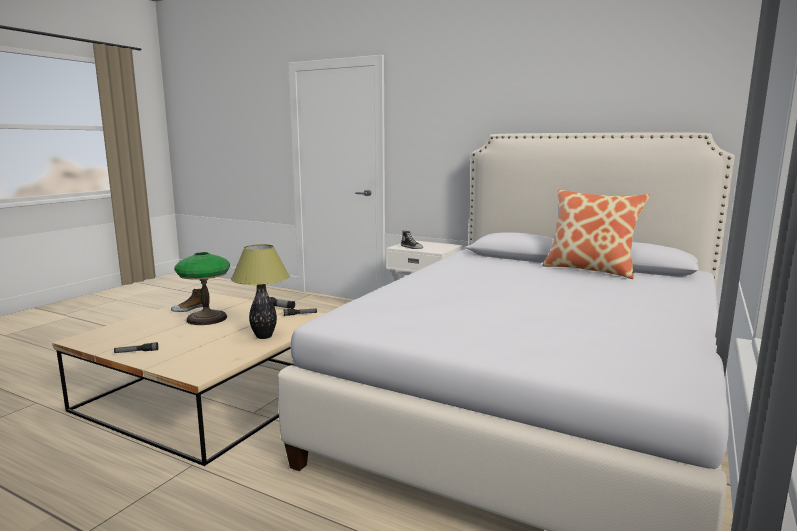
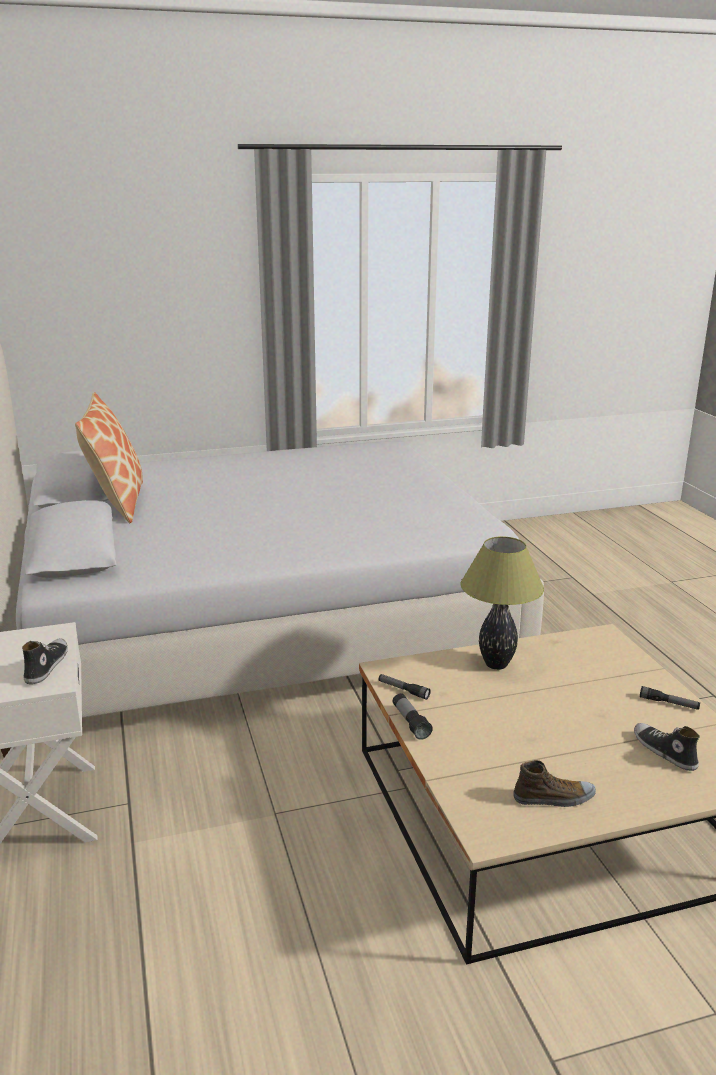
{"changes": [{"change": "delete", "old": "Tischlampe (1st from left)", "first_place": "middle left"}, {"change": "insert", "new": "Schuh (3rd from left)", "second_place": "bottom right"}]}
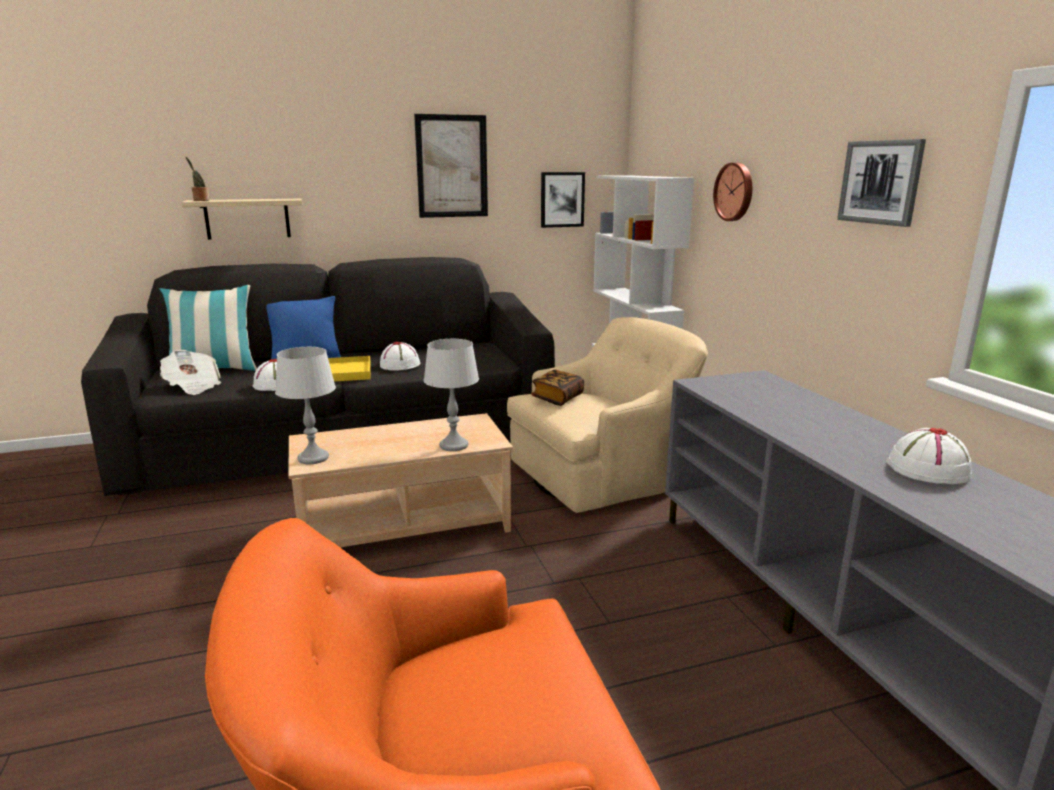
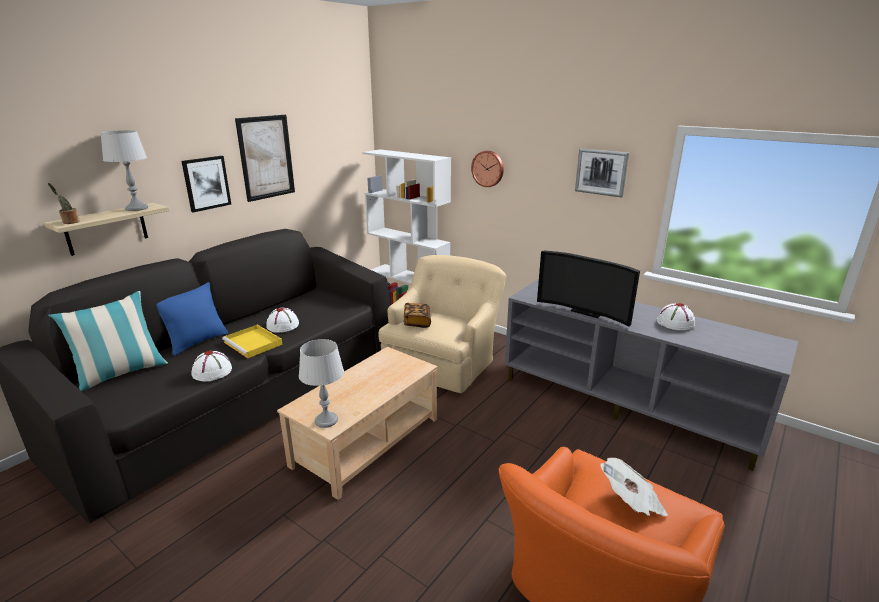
{"changes": [{"change": "move", "old": "Zeitung", "first_place": "middle left", "second_place": "bottom right"}, {"change": "move", "old": "Tischlampe/grau (2nd from left in the first image)", "new": "Tischlampe/grau (1st from left)", "first_place": "centre", "second_place": "top left"}, {"change": "move", "old": "Bild (2nd from left in the first image)", "new": "Bild (1st from left)", "first_place": "top centre", "second_place": "top left"}, {"change": "insert", "new": "Fernseher", "second_place": "middle right"}]}
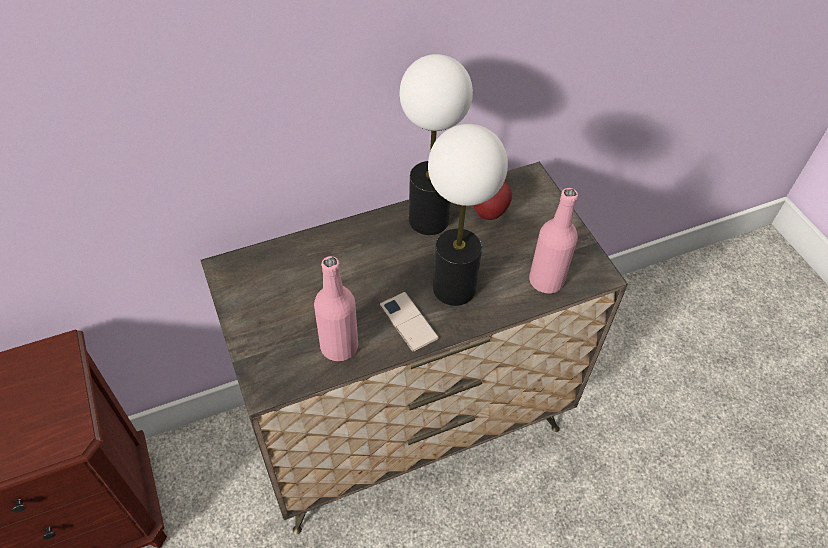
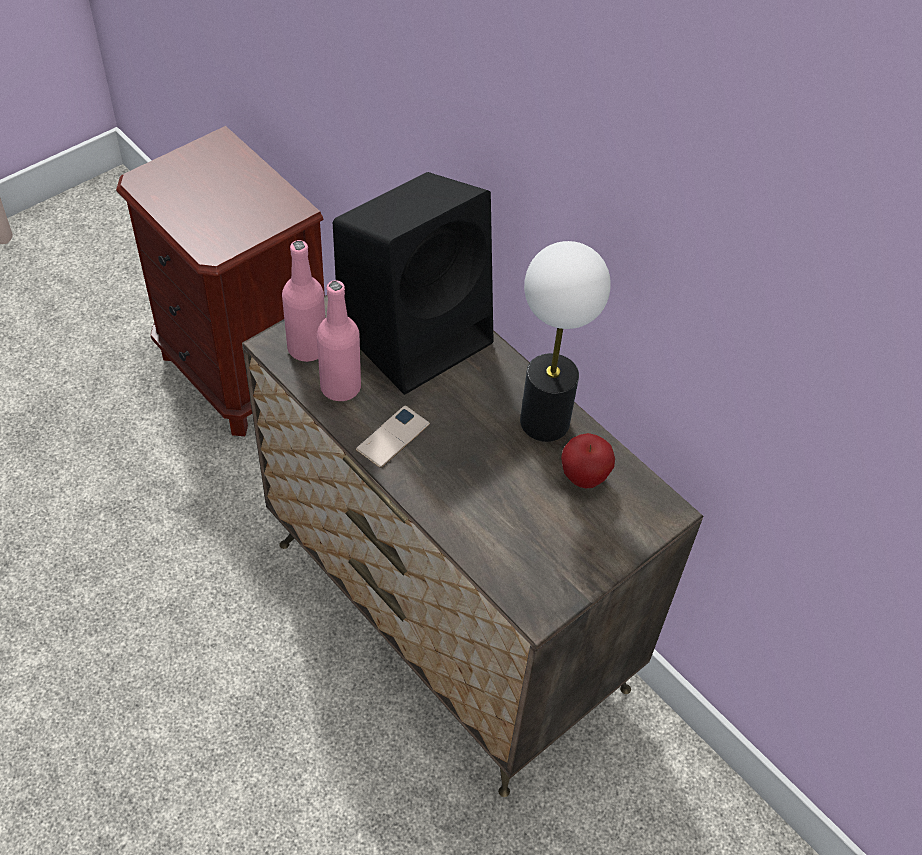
{"changes": [{"change": "delete", "old": "Tischlampe (2nd from left)", "first_place": "centre"}, {"change": "move", "old": "Flasche/rosa (2nd from left in the first image)", "new": "Flasche/rosa (1st from left)", "first_place": "middle right", "second_place": "middle left"}, {"change": "insert", "new": "Lautsprecher/schwarz", "second_place": "top centre"}]}
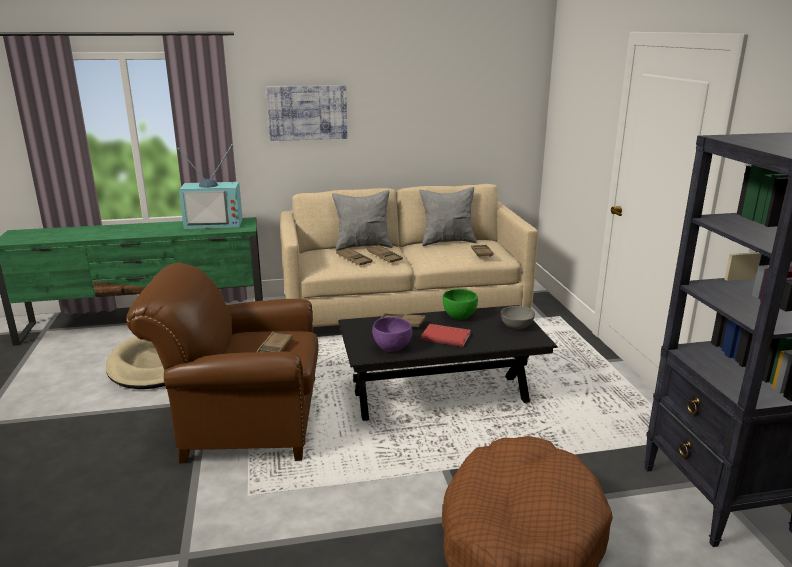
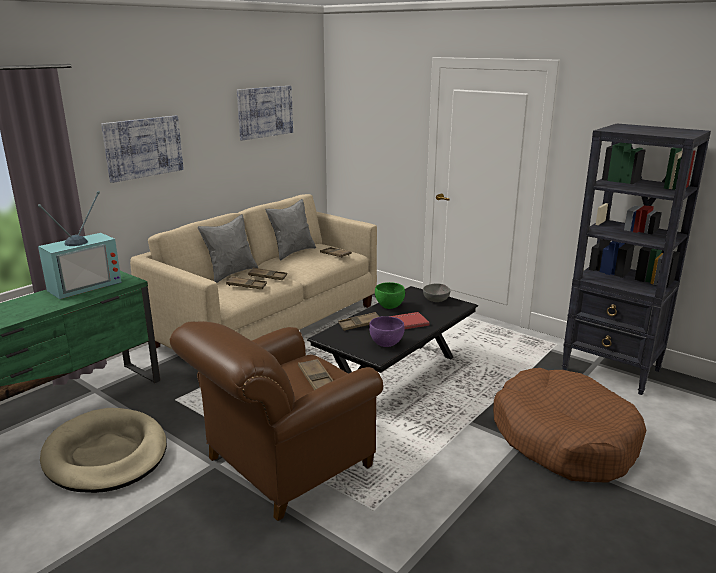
{"changes": [{"change": "insert", "new": "Bild (2nd from left)", "second_place": "top centre"}]}
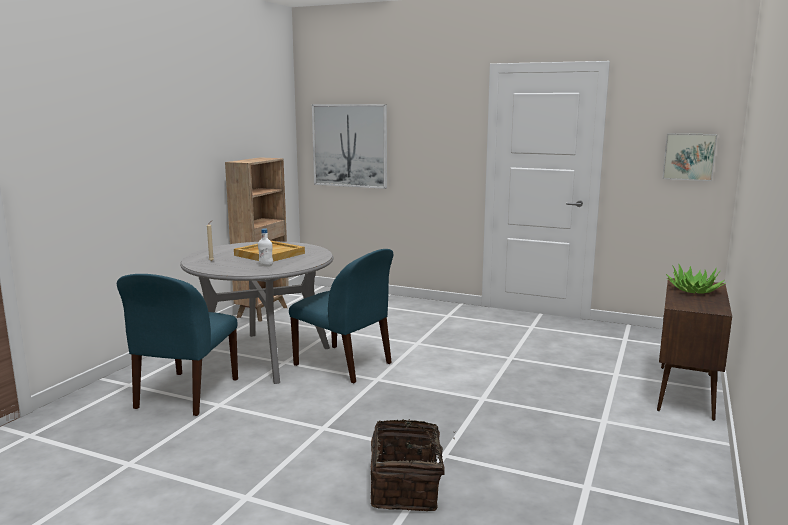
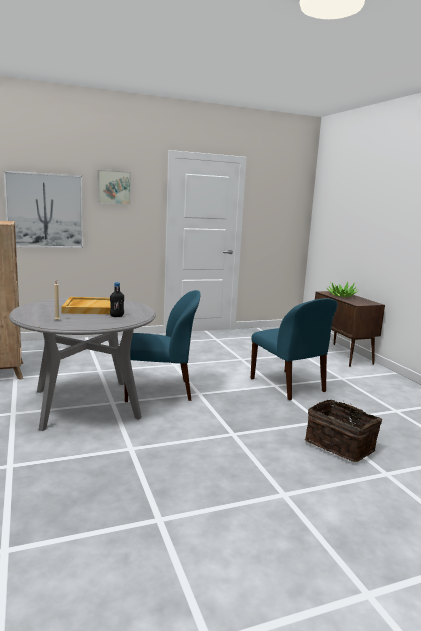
{"changes": [{"change": "move", "old": "Stuhl/blau (1st from left in the first image)", "new": "Stuhl/blau (2nd from left)", "first_place": "middle left", "second_place": "middle right"}, {"change": "recolor", "old": "Flasche/weiß", "new": "Flasche/schwarz", "first_place": "centre", "second_place": "middle left"}, {"change": "move", "old": "Bild (2nd from left)", "first_place": "top right", "second_place": "top left"}]}
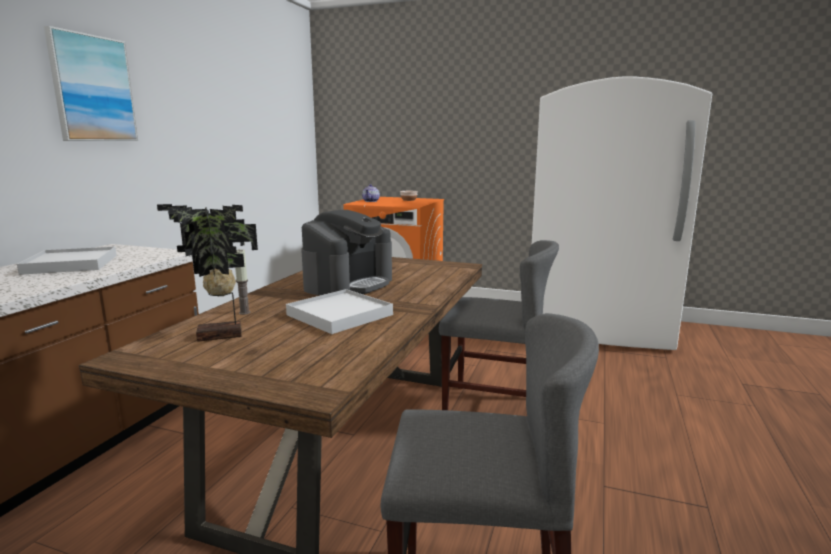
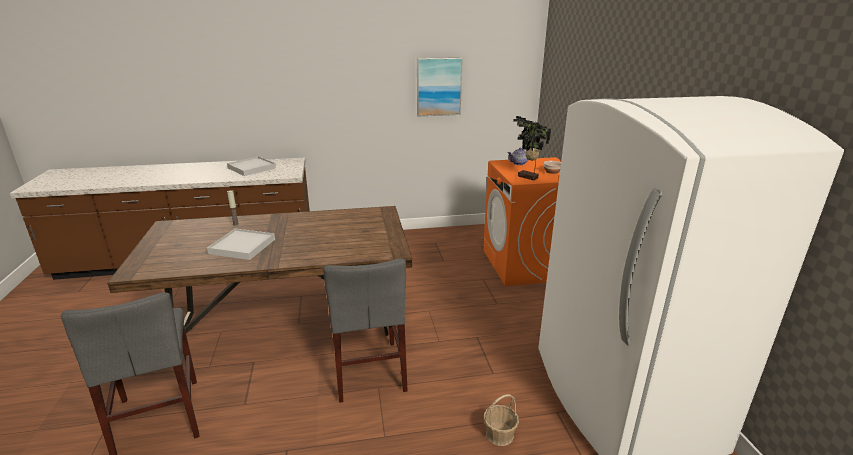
{"changes": [{"change": "move", "old": "Bild", "first_place": "top left", "second_place": "top centre"}, {"change": "move", "old": "Topfpflanze", "first_place": "middle left", "second_place": "top centre"}, {"change": "delete", "old": "Kaffeemaschine", "first_place": "centre"}, {"change": "insert", "new": "Korb", "second_place": "bottom centre"}]}
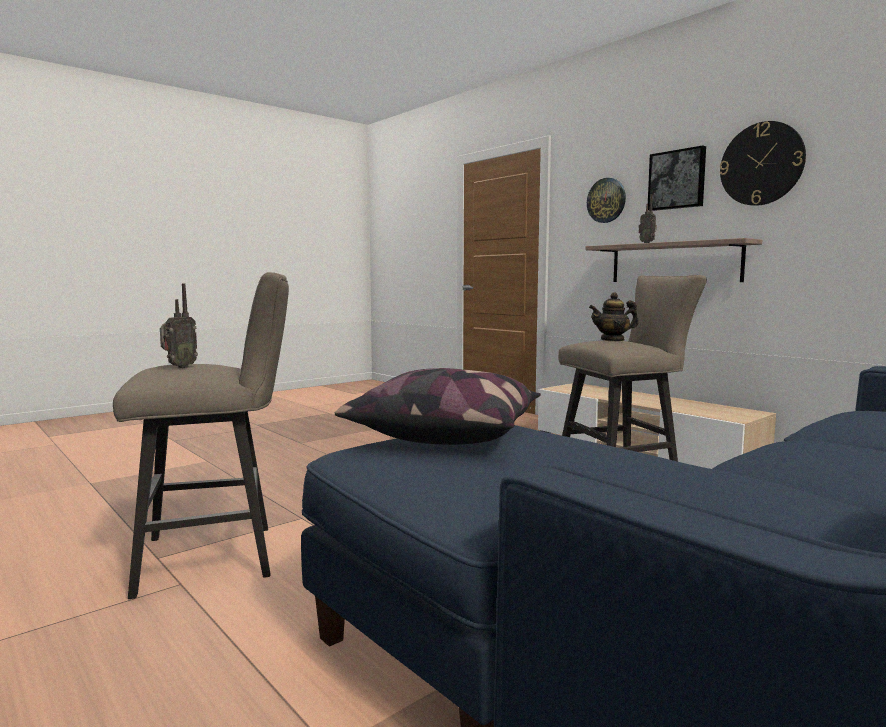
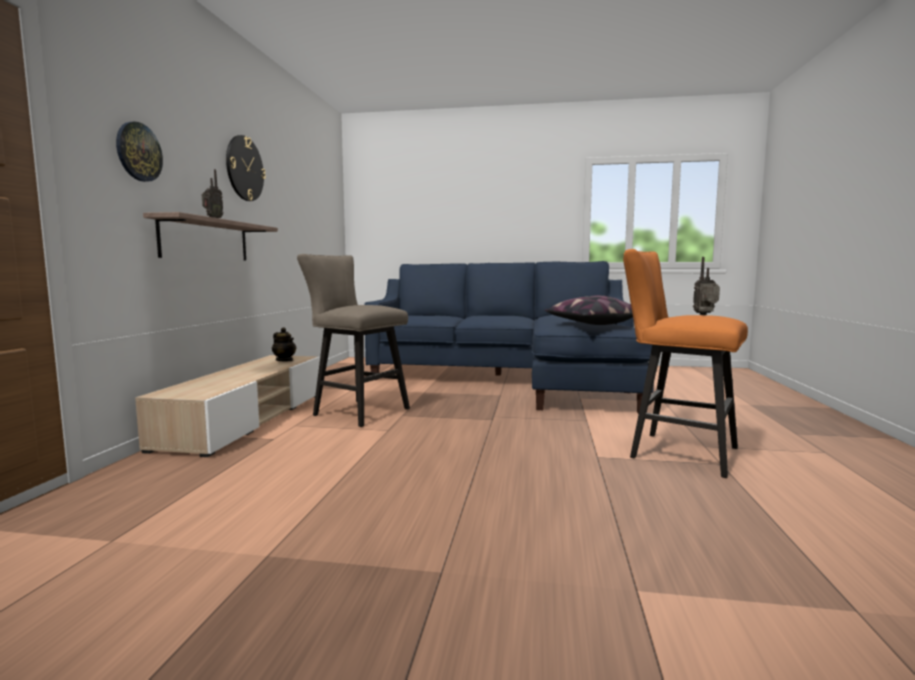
{"changes": [{"change": "recolor", "old": "Hocker/beige (1st from left)", "new": "Hocker/orange", "first_place": "middle left", "second_place": "middle right"}, {"change": "move", "old": "Teekanne", "first_place": "middle right", "second_place": "middle left"}, {"change": "delete", "old": "Bild", "first_place": "top right"}]}
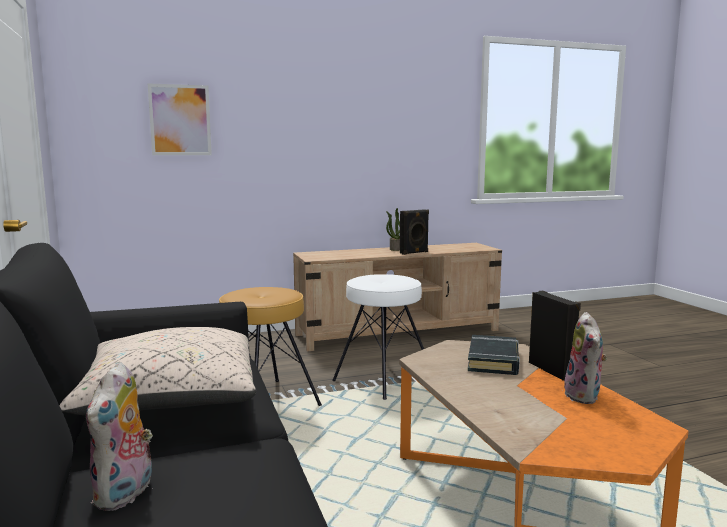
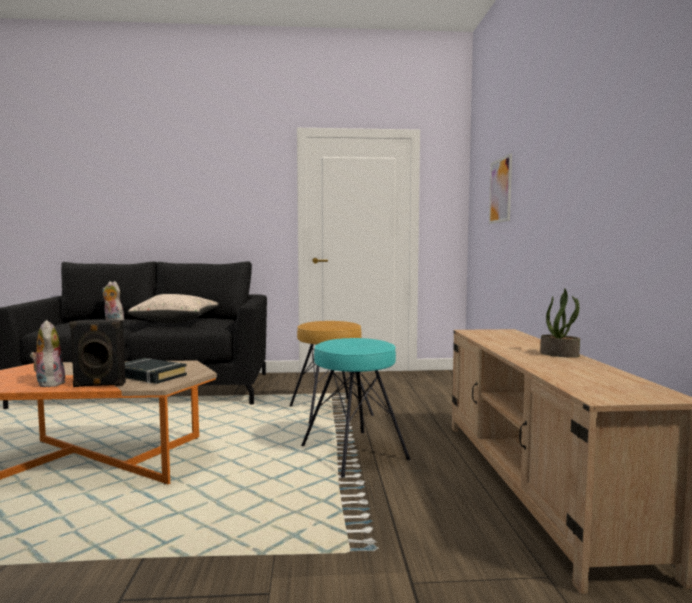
{"changes": [{"change": "recolor", "old": "Hocker/weiß", "new": "Hocker/türkis", "first_place": "centre", "second_place": "bottom centre"}, {"change": "delete", "old": "Lautsprecher/schwarz (1st from left)", "first_place": "centre"}, {"change": "rotate", "old": "Plüschtier (2nd from left in the first image)", "first_place": "bottom right", "second_place": "middle left", "degrees": 45}]}
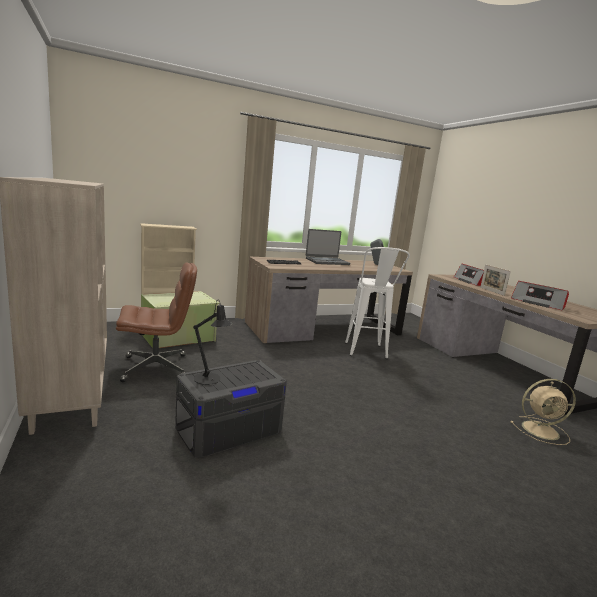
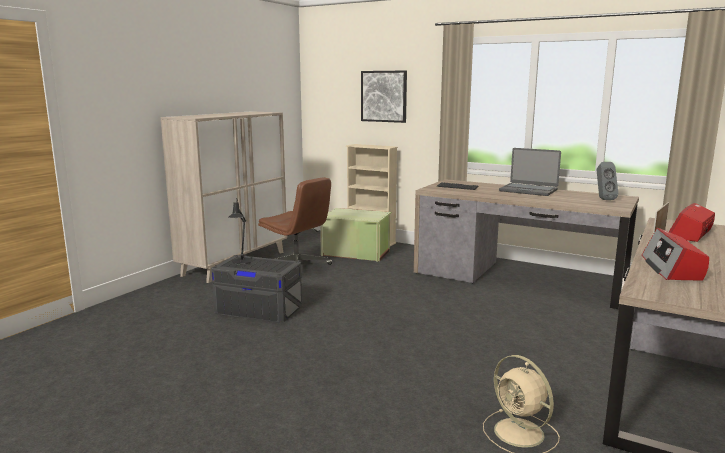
{"changes": [{"change": "delete", "old": "Hocker/weiß", "first_place": "centre"}, {"change": "insert", "new": "Bild", "second_place": "top centre"}]}
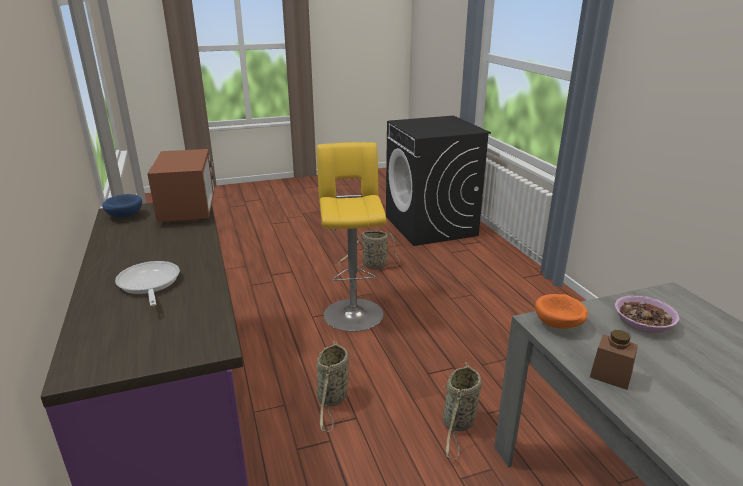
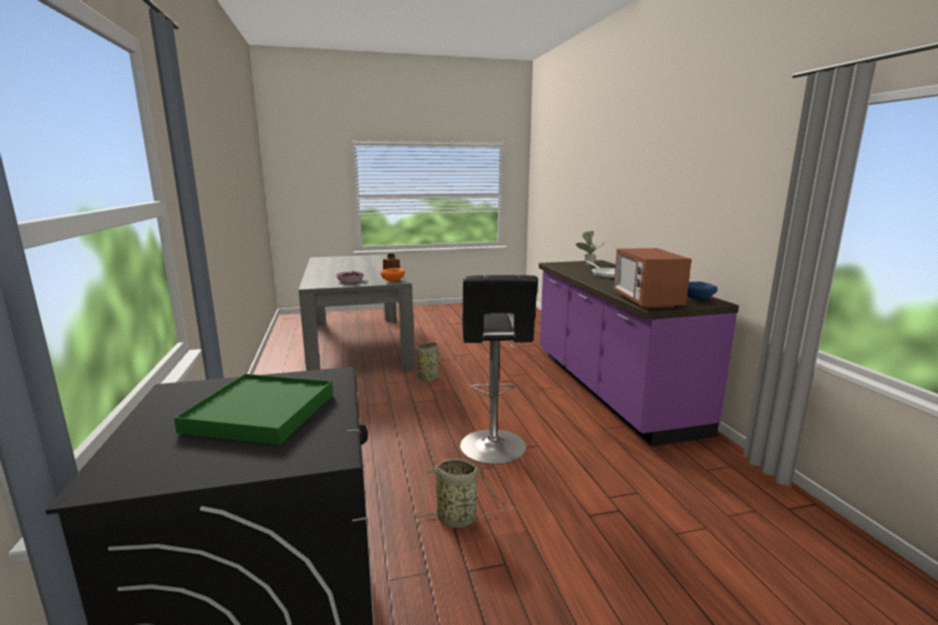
{"changes": [{"change": "recolor", "old": "Hocker/gelb", "new": "Hocker/schwarz", "first_place": "centre", "second_place": "centre"}, {"change": "delete", "old": "Korb (1st from left)", "first_place": "bottom centre"}, {"change": "insert", "new": "Tablett/grün", "second_place": "middle left"}, {"change": "insert", "new": "Topfpflanze", "second_place": "centre"}]}
